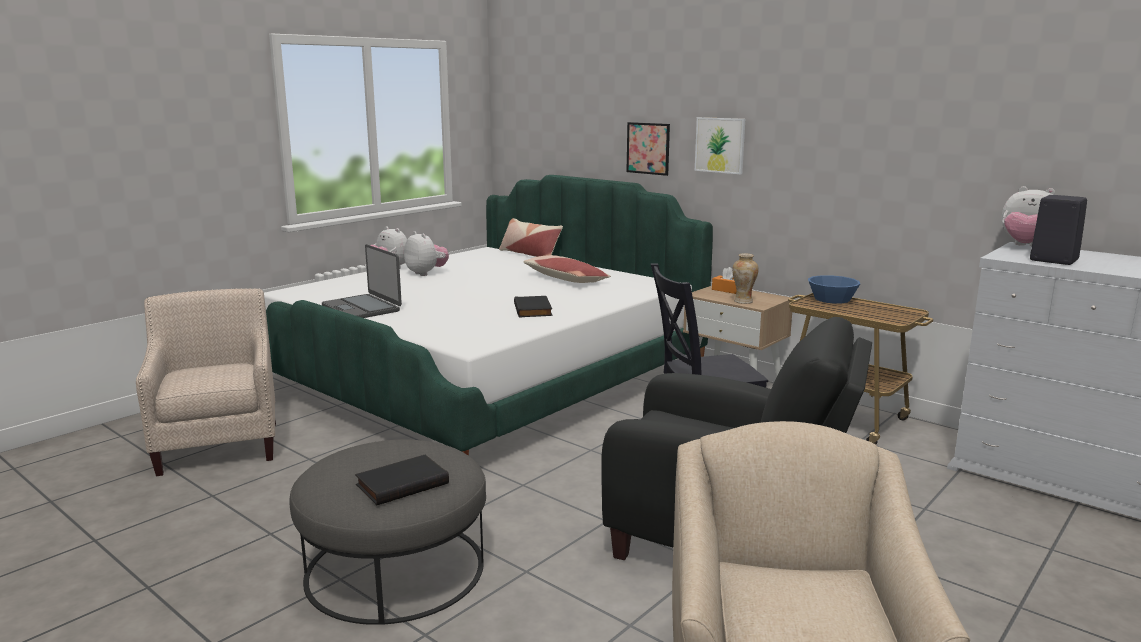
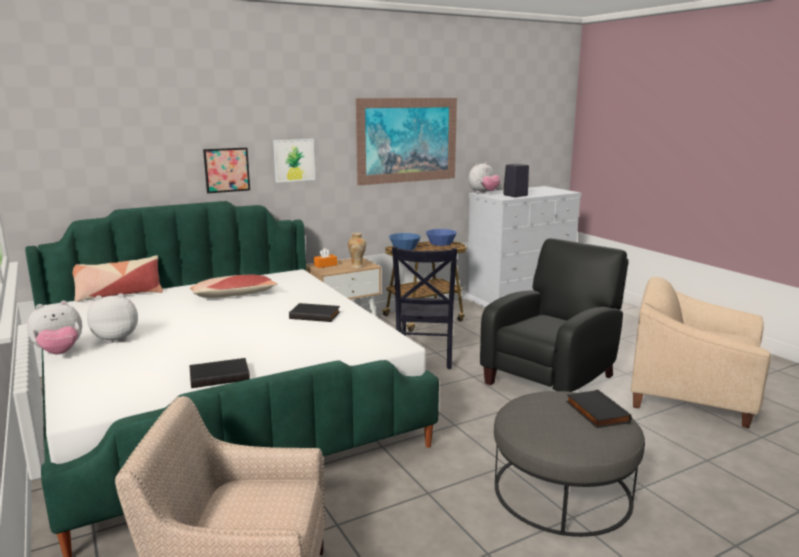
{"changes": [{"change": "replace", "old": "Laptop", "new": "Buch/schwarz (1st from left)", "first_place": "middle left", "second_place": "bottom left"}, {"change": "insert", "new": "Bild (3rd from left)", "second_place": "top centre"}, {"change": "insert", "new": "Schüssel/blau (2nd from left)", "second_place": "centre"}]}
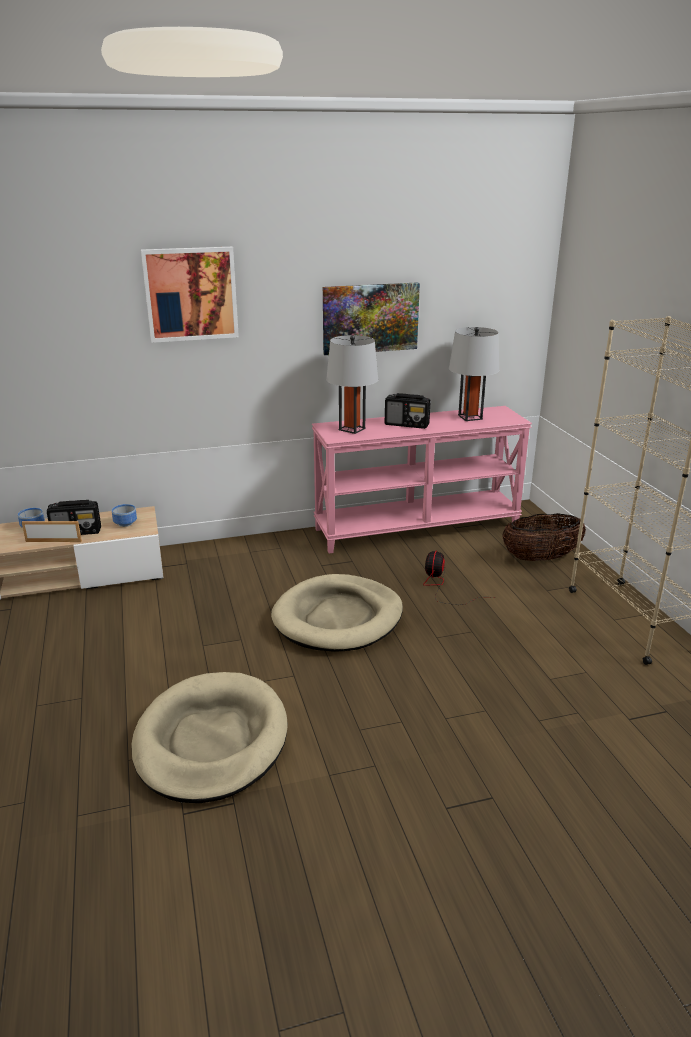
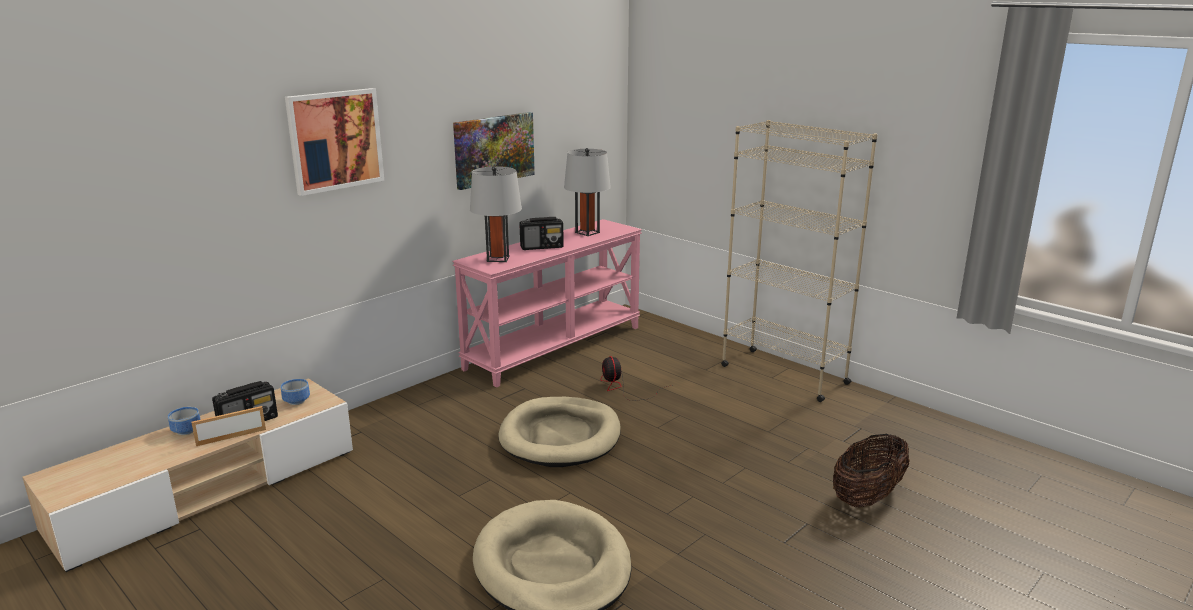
{"changes": [{"change": "move", "old": "Korb", "first_place": "middle right", "second_place": "bottom right"}]}
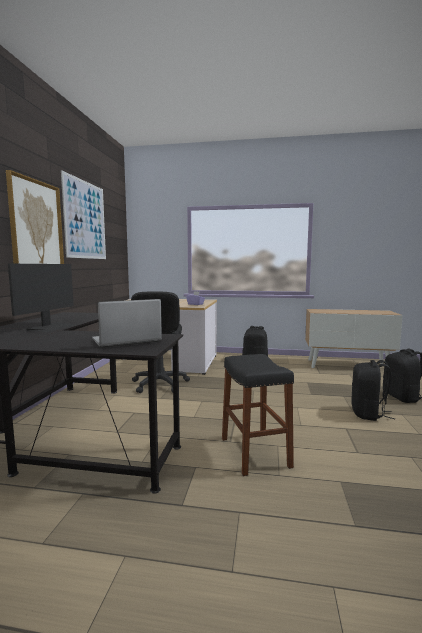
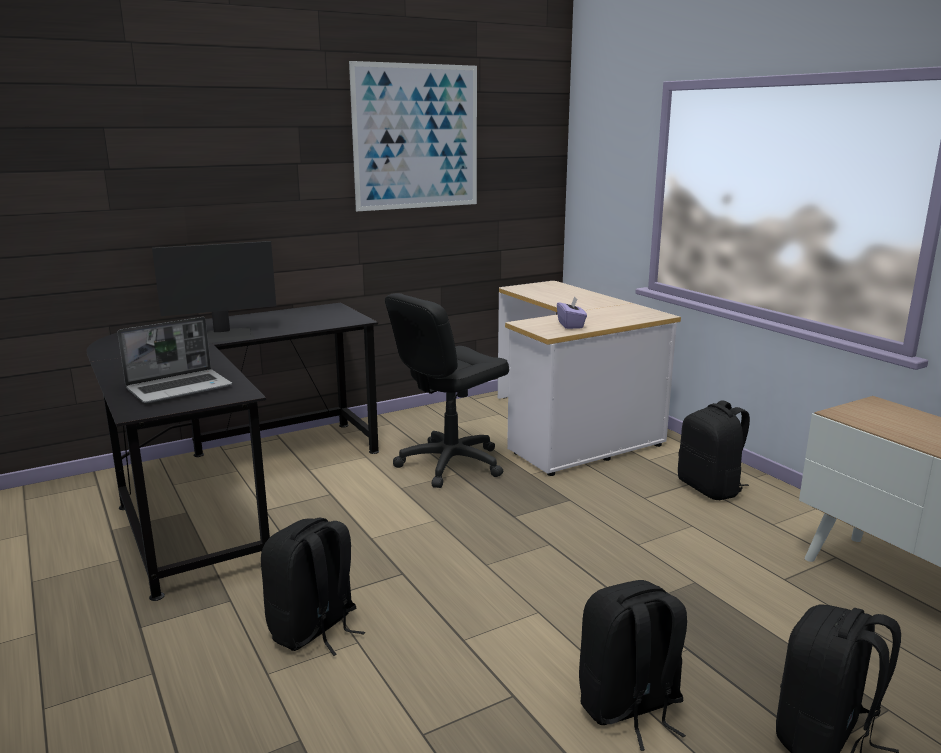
{"changes": [{"change": "delete", "old": "Bild (1st from left)", "first_place": "middle left"}, {"change": "rotate", "old": "Laptop", "first_place": "middle left", "second_place": "middle left", "degrees": 120}, {"change": "replace", "old": "Hocker/schwarz", "new": "Rucksack/schwarz (1st from left)", "first_place": "centre", "second_place": "bottom left"}]}
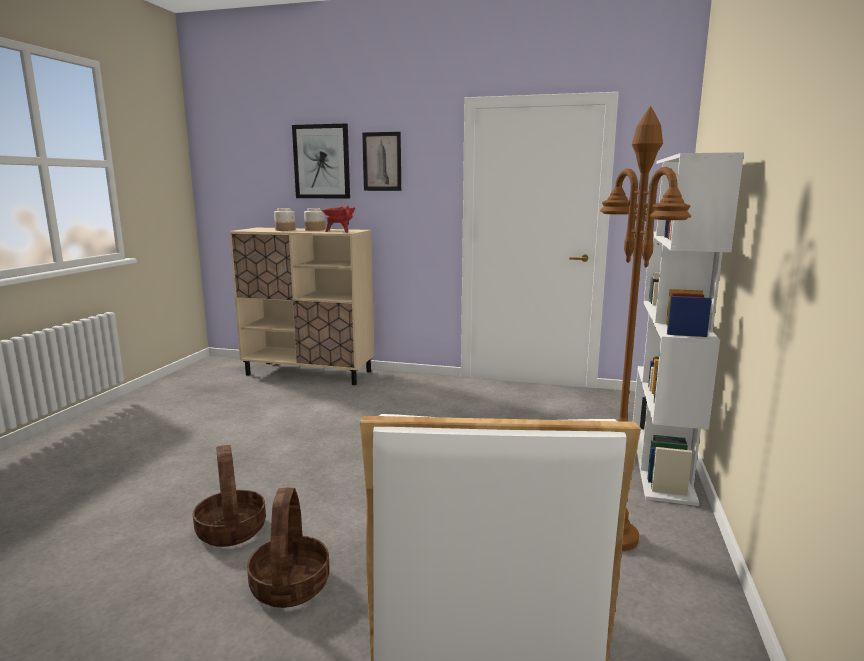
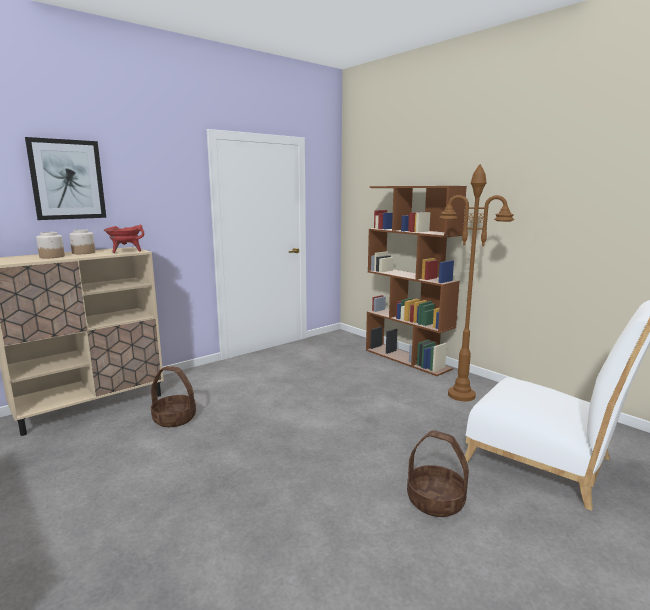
{"changes": [{"change": "move", "old": "Korb (1st from left)", "first_place": "bottom left", "second_place": "middle left"}, {"change": "delete", "old": "Bild (2nd from left)", "first_place": "top centre"}, {"change": "recolor", "old": "Bücherregal/weiß", "new": "Bücherregal/braun", "first_place": "middle right", "second_place": "centre"}]}
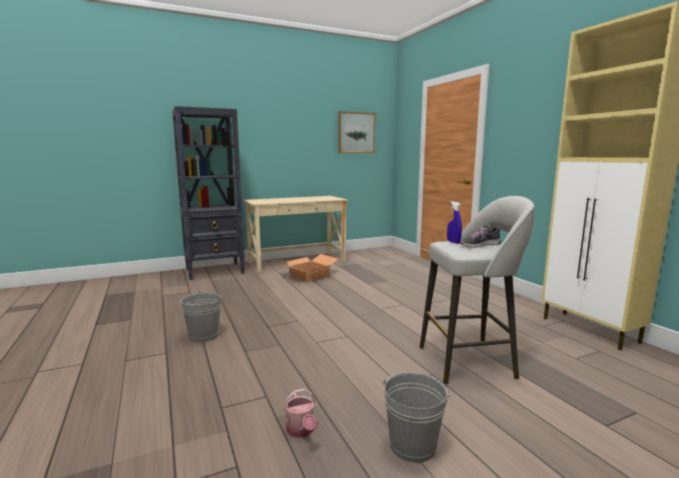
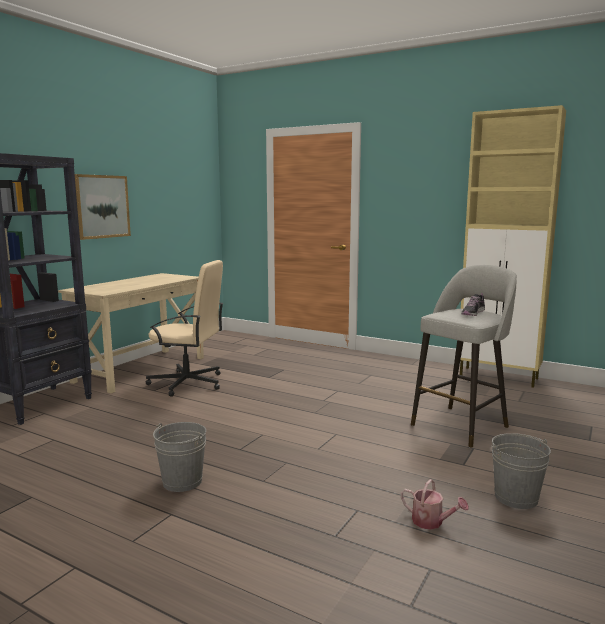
{"changes": [{"change": "replace", "old": "Karton", "new": "Bürostuhl/beige", "first_place": "centre", "second_place": "middle left"}, {"change": "move", "old": "Bild", "first_place": "top centre", "second_place": "top left"}, {"change": "delete", "old": "Sprühflasche/blau", "first_place": "middle right"}]}
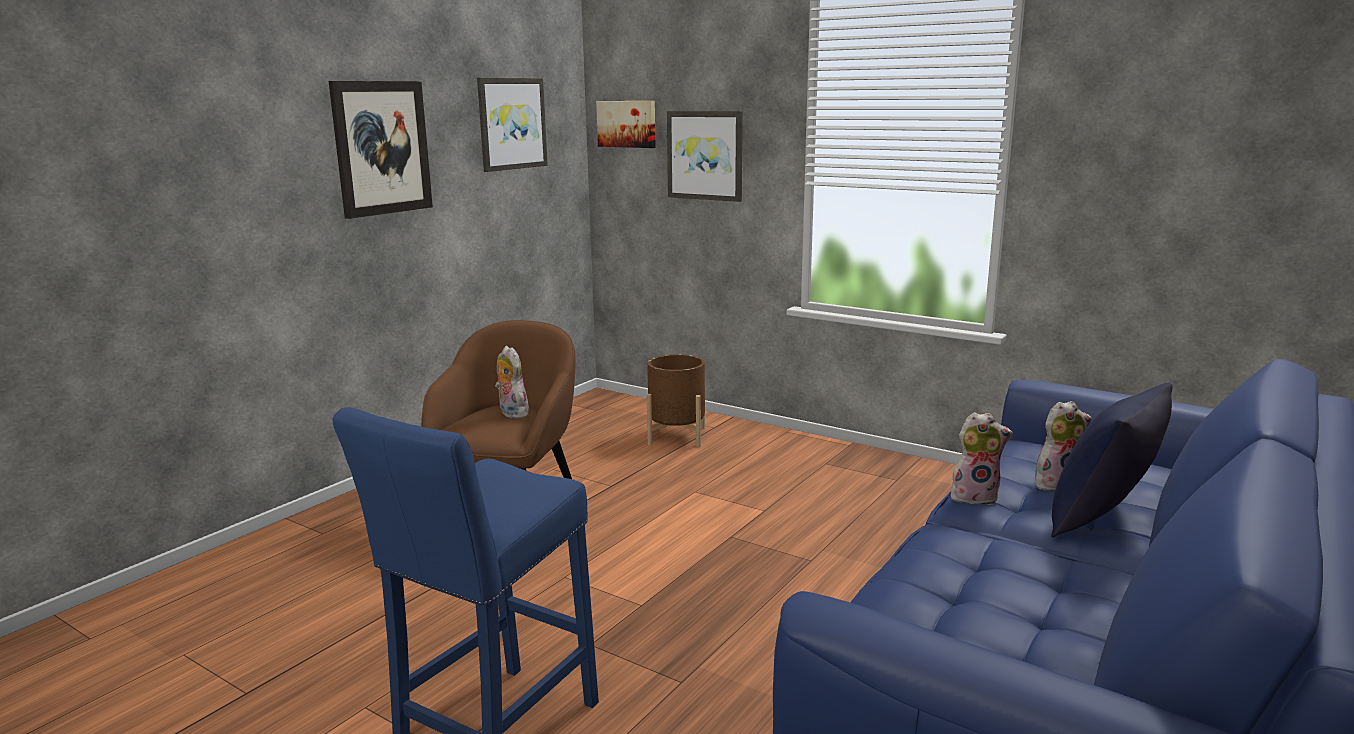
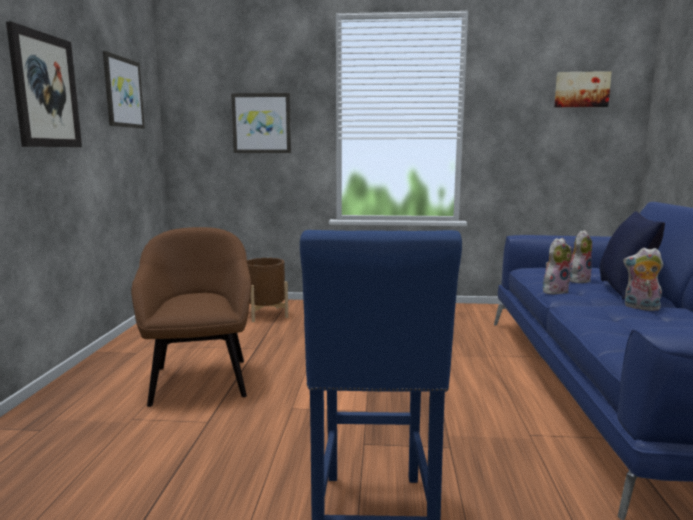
{"changes": [{"change": "move", "old": "Plüschtier (1st from left in the first image)", "new": "Plüschtier (3rd from left)", "first_place": "centre", "second_place": "middle right"}, {"change": "move", "old": "Bild (3rd from left in the first image)", "new": "Bild (4th from left)", "first_place": "top centre", "second_place": "top right"}]}
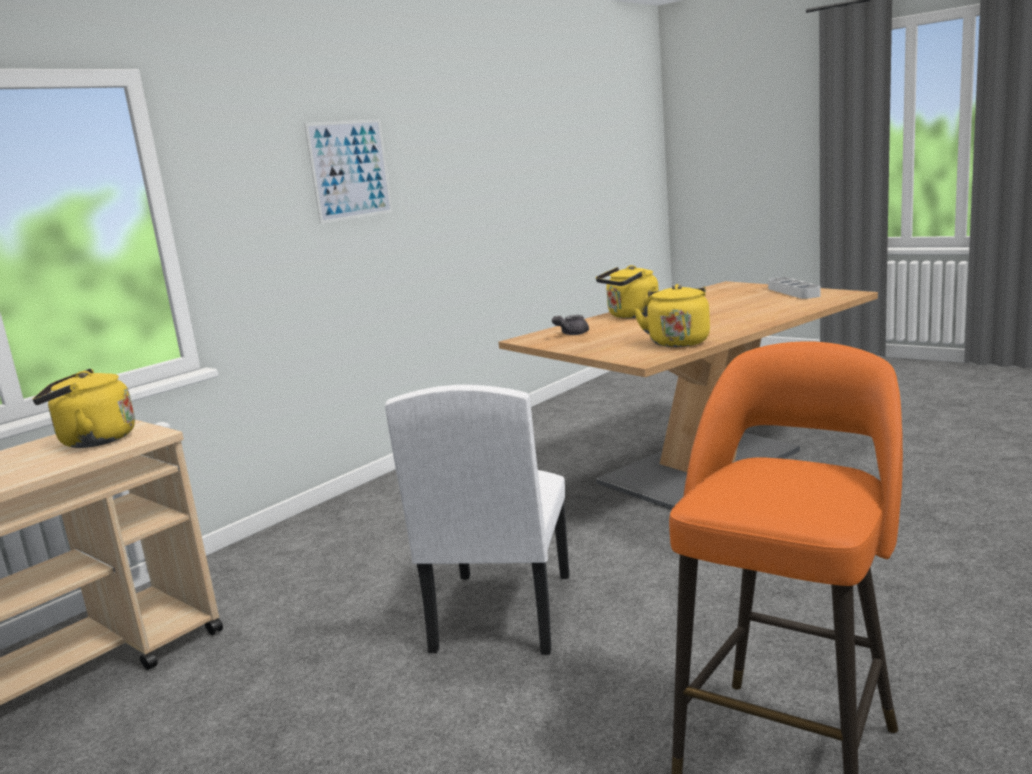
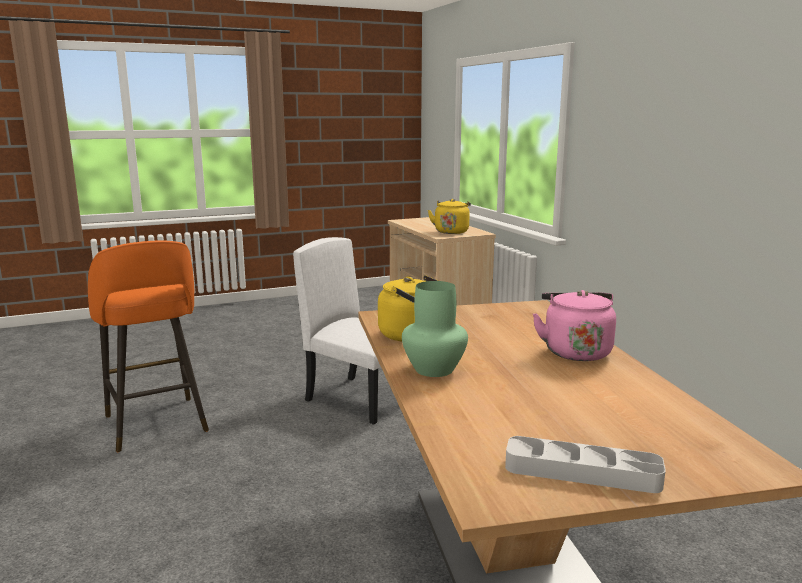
{"changes": [{"change": "delete", "old": "Bild", "first_place": "top centre"}, {"change": "delete", "old": "Teekanne/grau", "first_place": "centre"}, {"change": "recolor", "old": "Wasserkessel/gelb (2nd from left)", "new": "Wasserkessel/rosa", "first_place": "centre", "second_place": "middle right"}, {"change": "insert", "new": "Vase/grün", "second_place": "centre"}]}
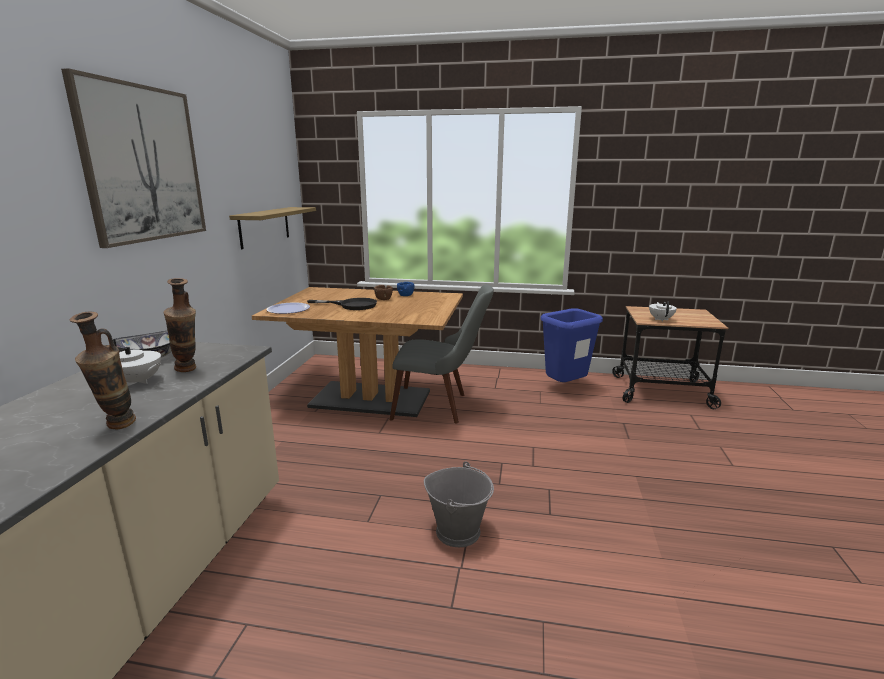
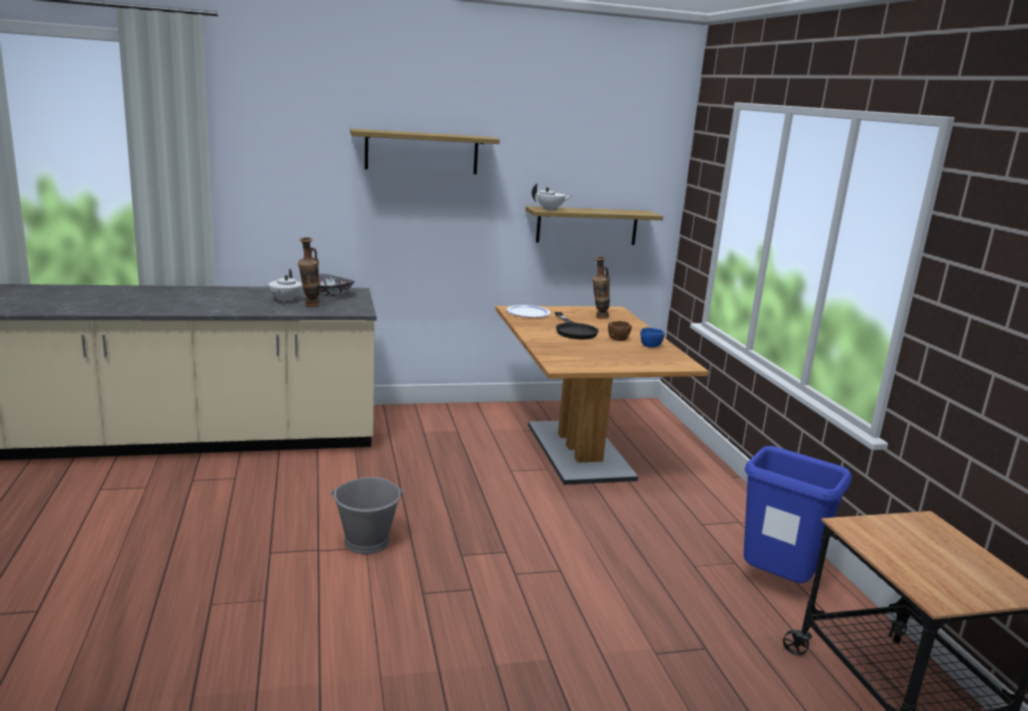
{"changes": [{"change": "replace", "old": "Bild", "new": "Wandregal (1st from left)", "first_place": "top left", "second_place": "top centre"}, {"change": "move", "old": "Vase (1st from left in the first image)", "new": "Vase (2nd from left)", "first_place": "middle left", "second_place": "centre"}, {"change": "delete", "old": "Stuhl/grau", "first_place": "centre"}, {"change": "move", "old": "Teekanne/weiß (2nd from left)", "first_place": "middle right", "second_place": "top centre"}]}
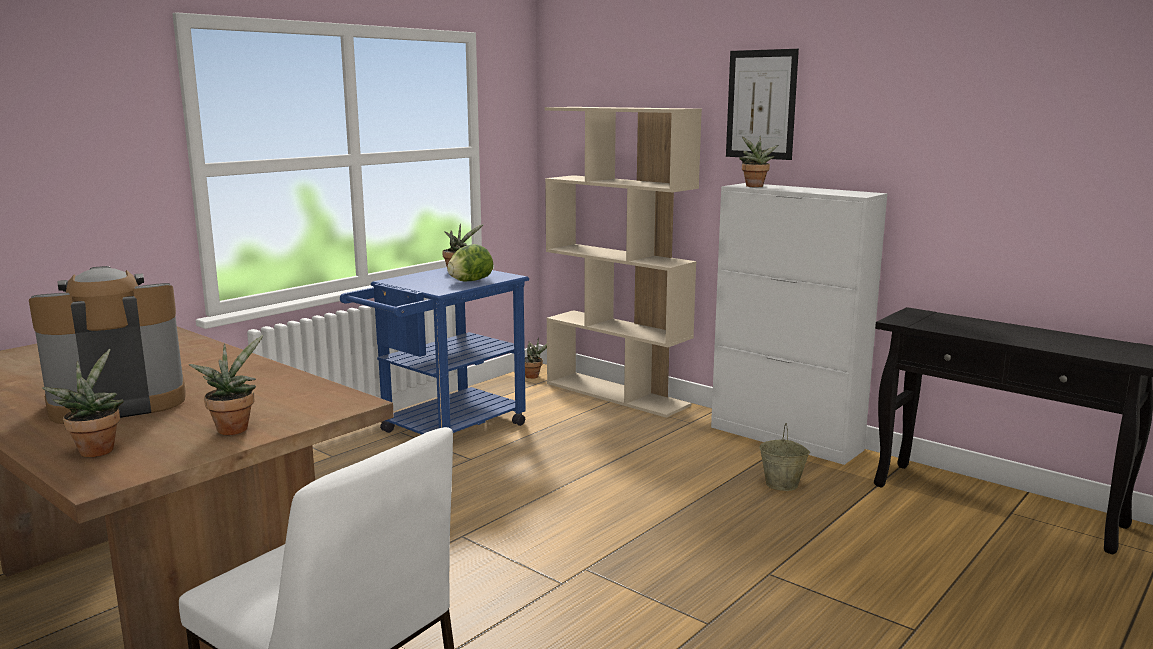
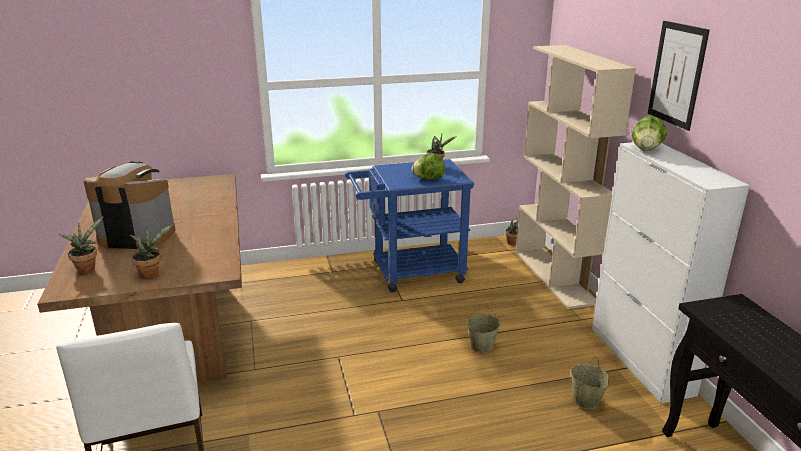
{"changes": [{"change": "replace", "old": "Topfpflanze (5th from left)", "new": "Salatkopf (2nd from left)", "first_place": "top centre", "second_place": "top right"}, {"change": "insert", "new": "Eimer/beige (1st from left)", "second_place": "bottom centre"}]}
